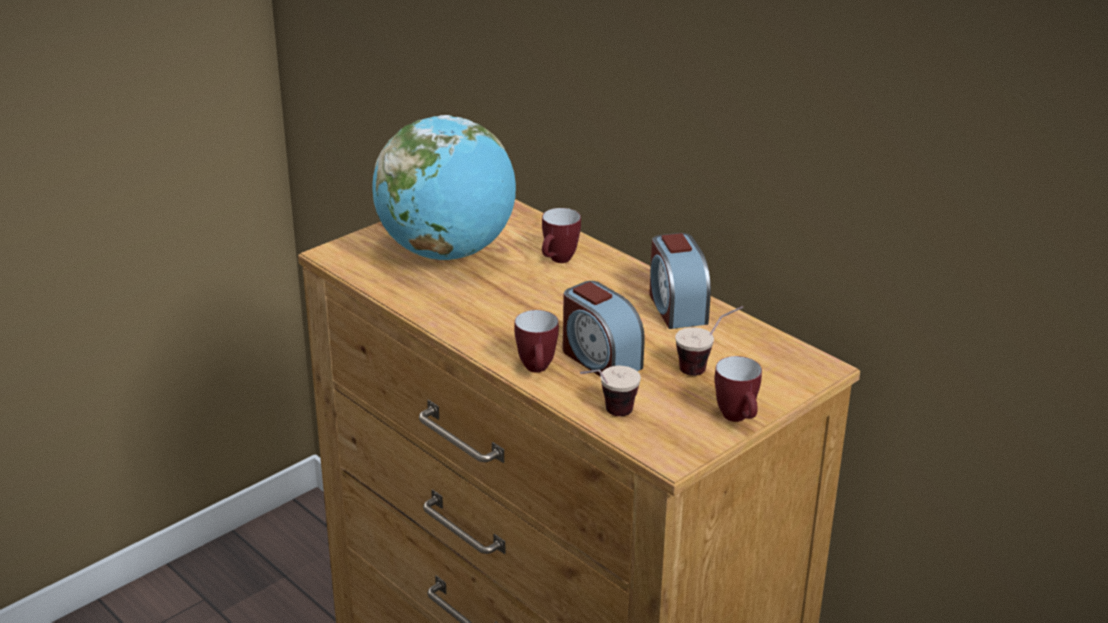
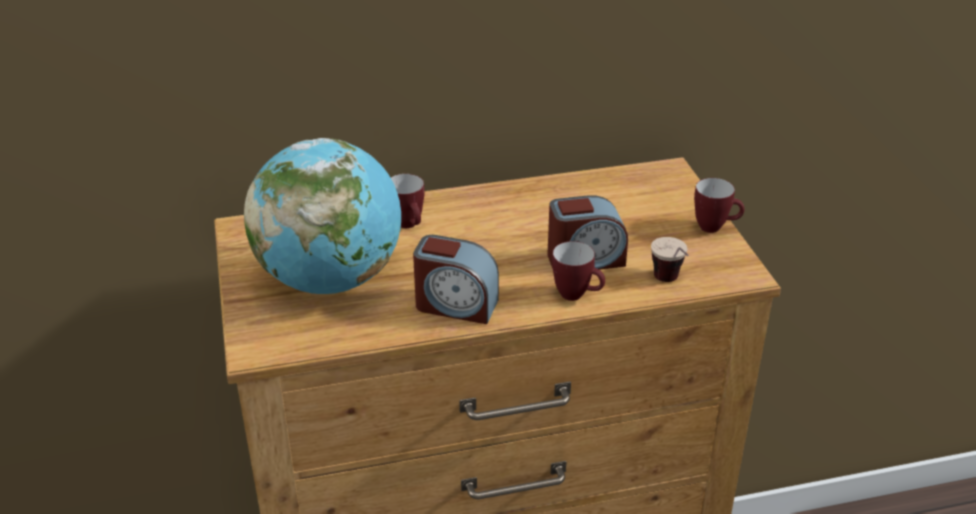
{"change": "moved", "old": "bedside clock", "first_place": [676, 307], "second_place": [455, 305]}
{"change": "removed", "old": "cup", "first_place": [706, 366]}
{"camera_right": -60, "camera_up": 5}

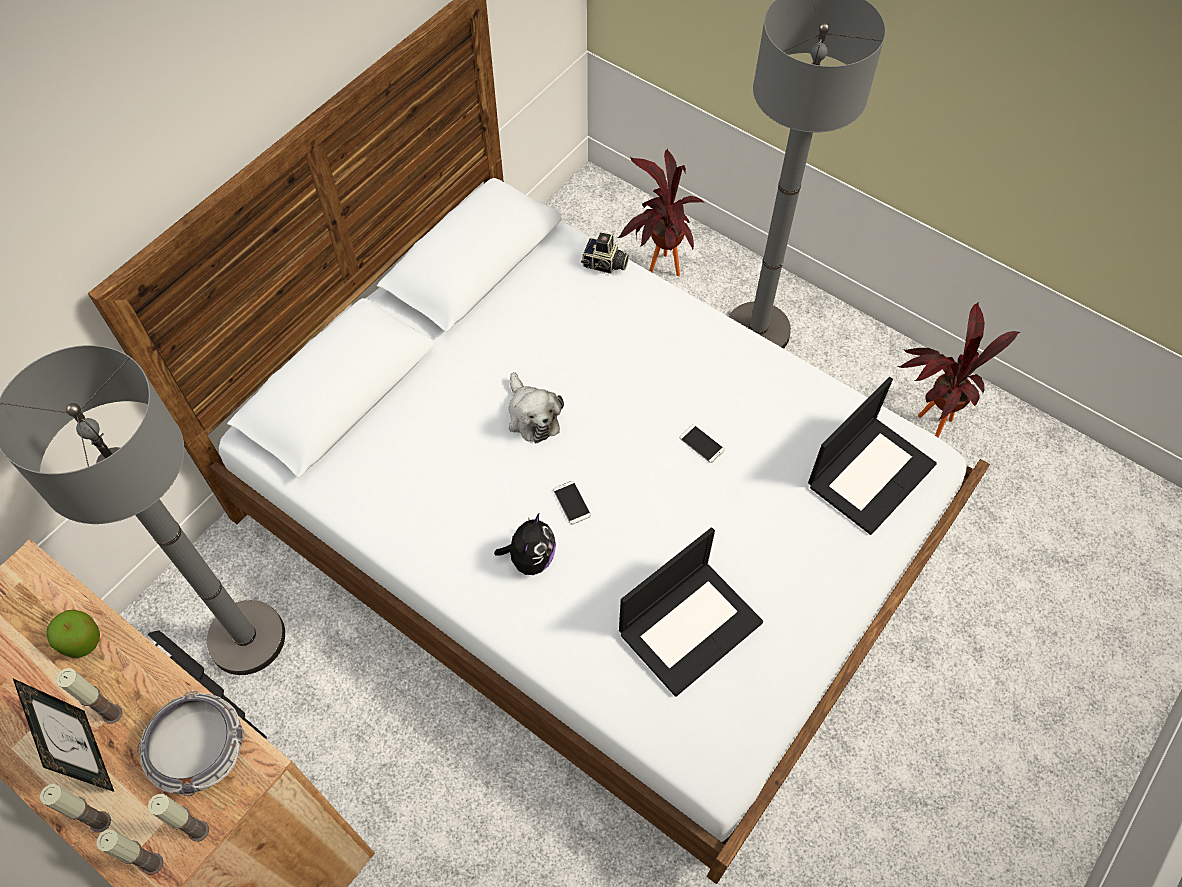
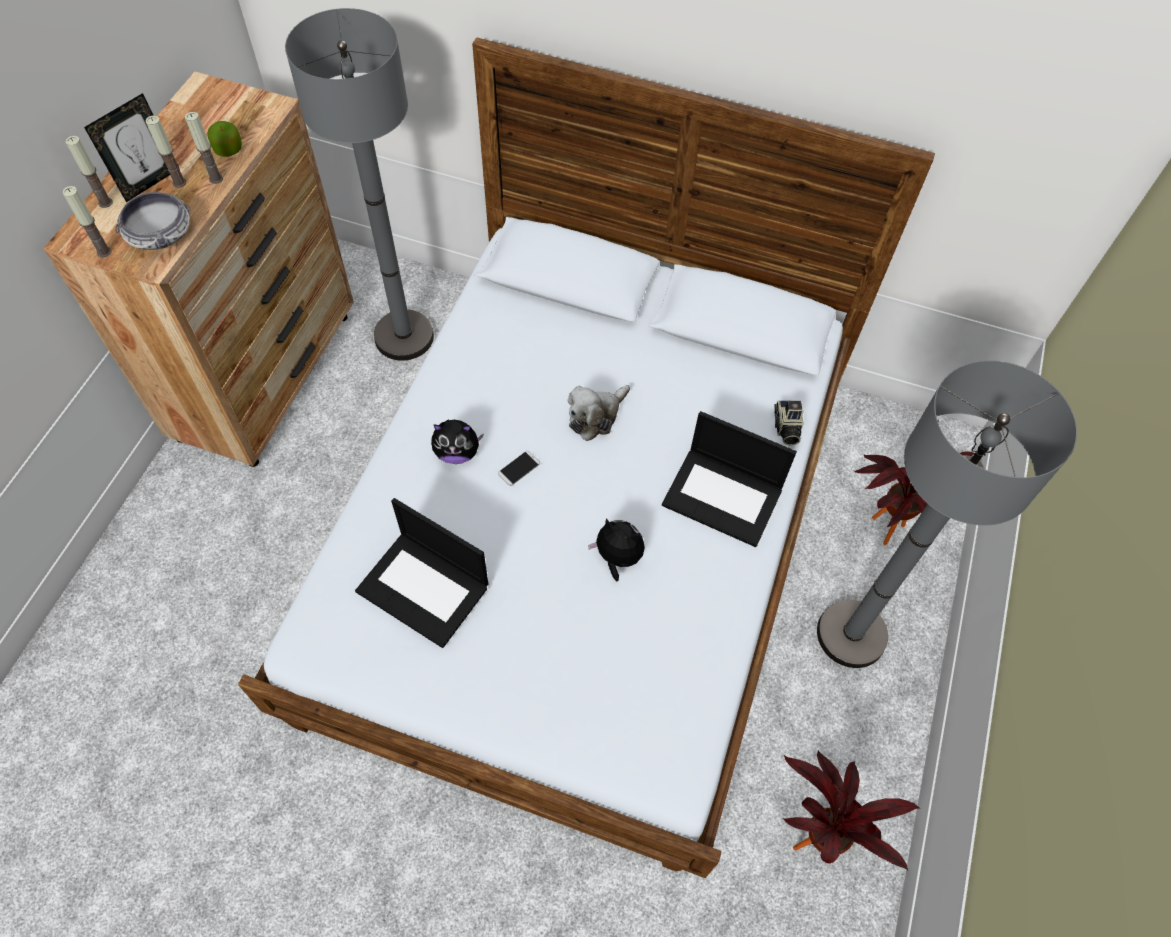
{"change": "moved", "old": "wax candle", "first_place": [152, 863], "second_place": [216, 179]}
{"change": "replaced", "old": "telephone", "new": "plush toy", "first_place": [701, 444], "second_place": [617, 558]}
{"change": "moved", "old": "portable computer", "first_place": [871, 473], "second_place": [724, 496]}
{"camera_right": 70, "camera_up": 0}

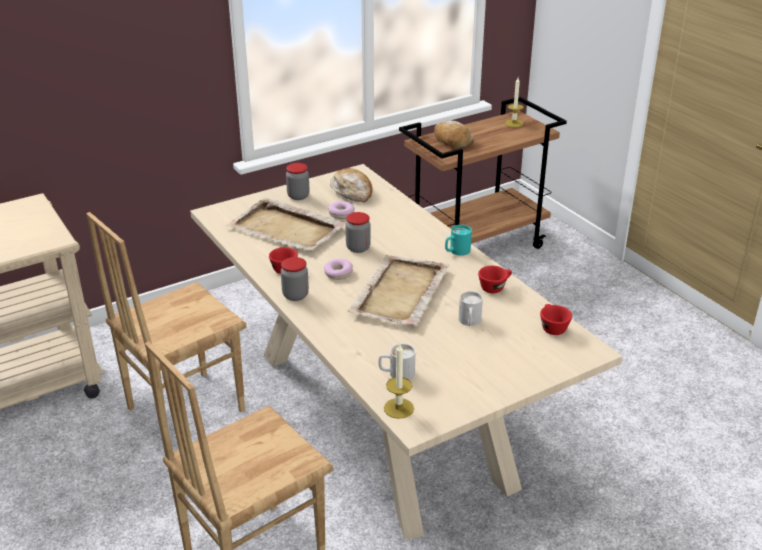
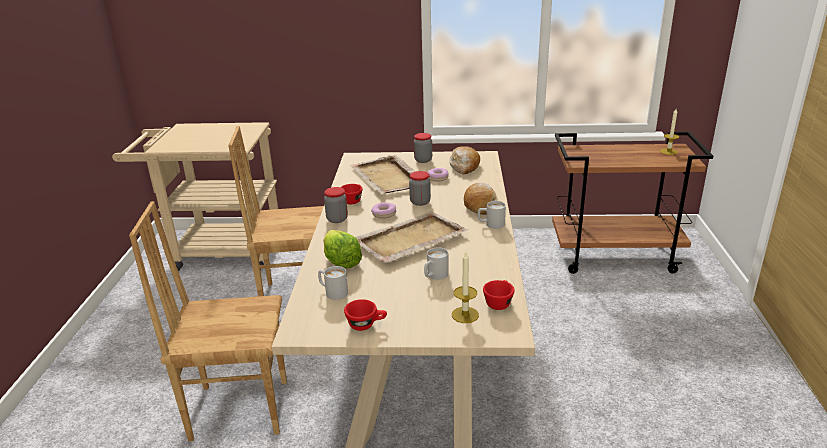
{"change": "added", "new": "lettuce head", "second_place": [341, 261]}
{"change": "moved", "old": "cup (red-coloured)", "first_place": [495, 287], "second_place": [366, 324]}
{"change": "moved", "old": "wax candle", "first_place": [398, 408], "second_place": [465, 315]}
{"change": "moved", "old": "bakery bread", "first_place": [452, 141], "second_place": [480, 205]}
{"change": "recoloured", "old": "tea mug (blue-green)", "new": "tea mug (whitish)", "first_place": [456, 252], "second_place": [491, 224]}
{"camera_right": 35, "camera_up": -5}

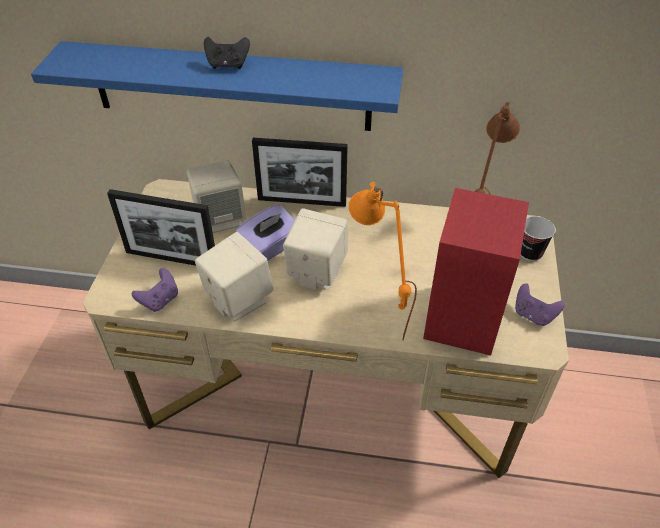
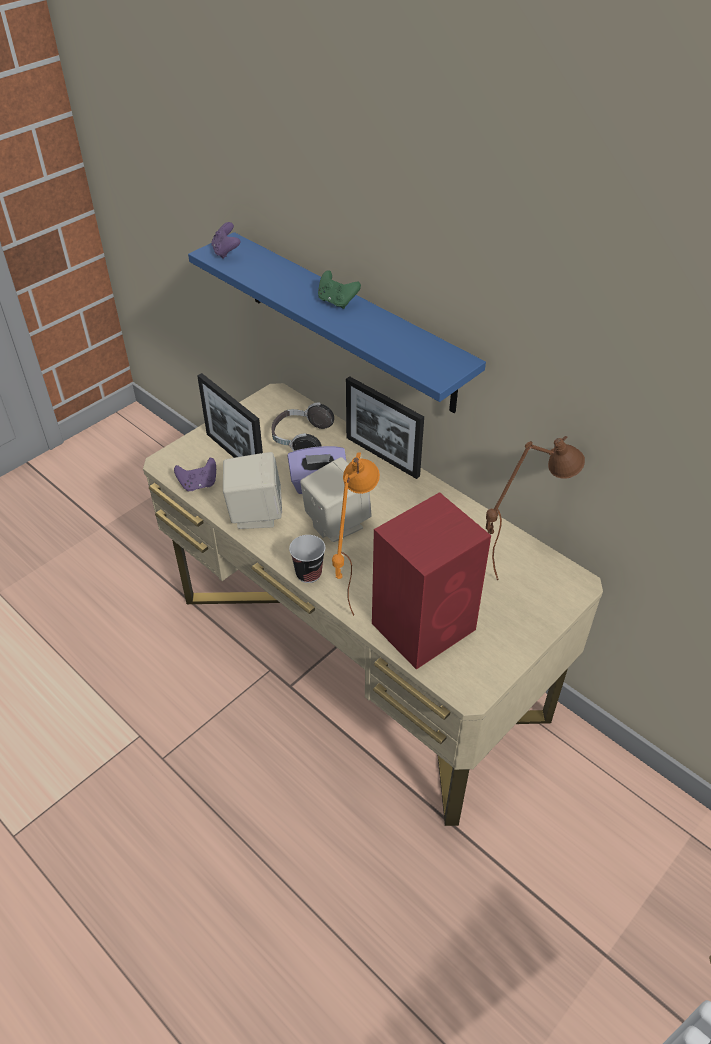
{"change": "moved", "old": "game controller (purplish)", "first_place": [533, 315], "second_place": [226, 252]}
{"change": "replaced", "old": "loudspeaker (beige)", "new": "pair of headphones", "first_place": [220, 219], "second_place": [301, 440]}
{"change": "moved", "old": "cup", "first_place": [530, 253], "second_place": [308, 573]}
{"change": "recoloured", "old": "game controller (black-coloured)", "new": "game controller (green-coloured)", "first_place": [228, 65], "second_place": [337, 302]}
{"camera_right": 35, "camera_up": 0}

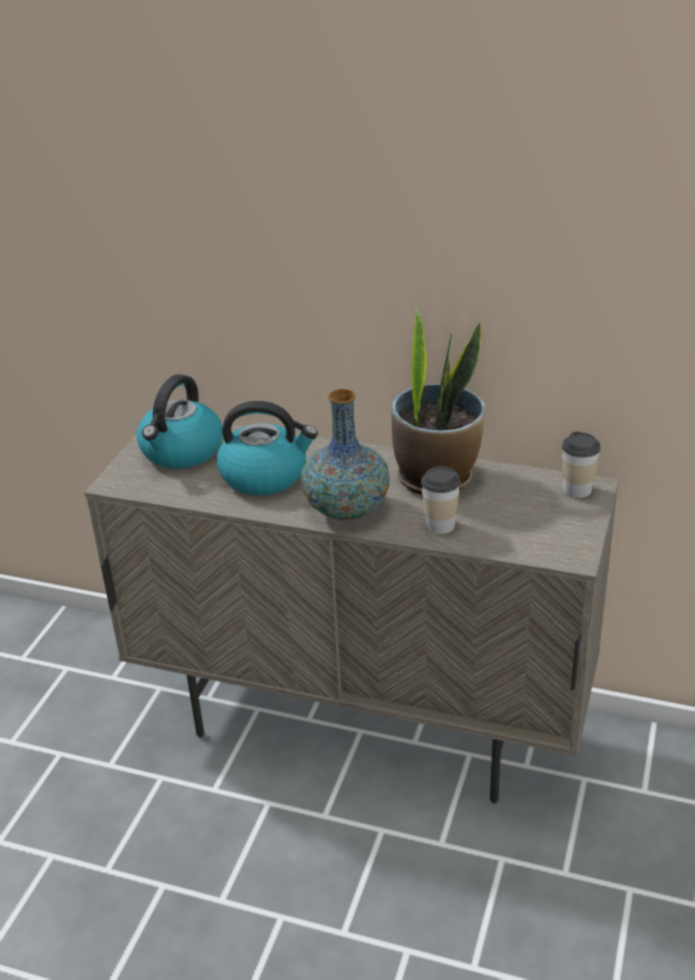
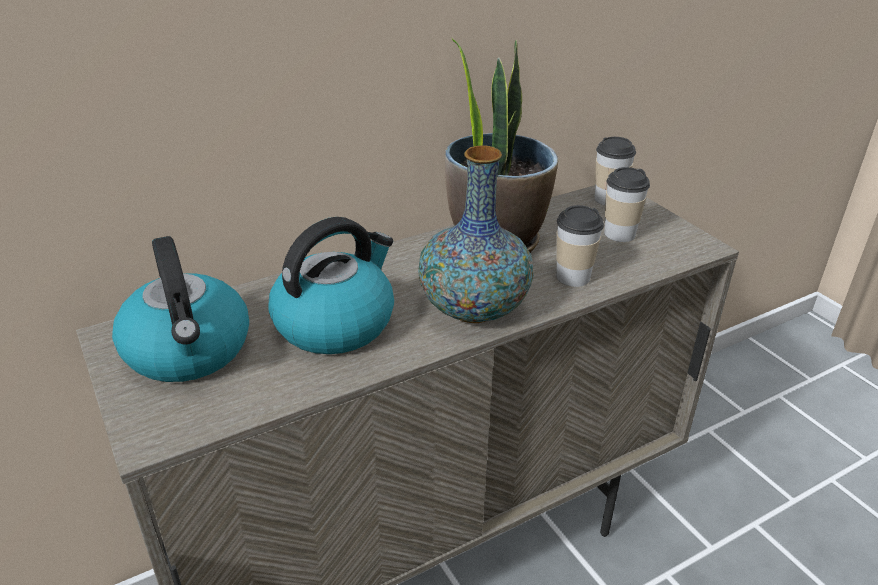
{"change": "added", "new": "cup", "second_place": [619, 234]}
{"camera_right": -50, "camera_up": 0}

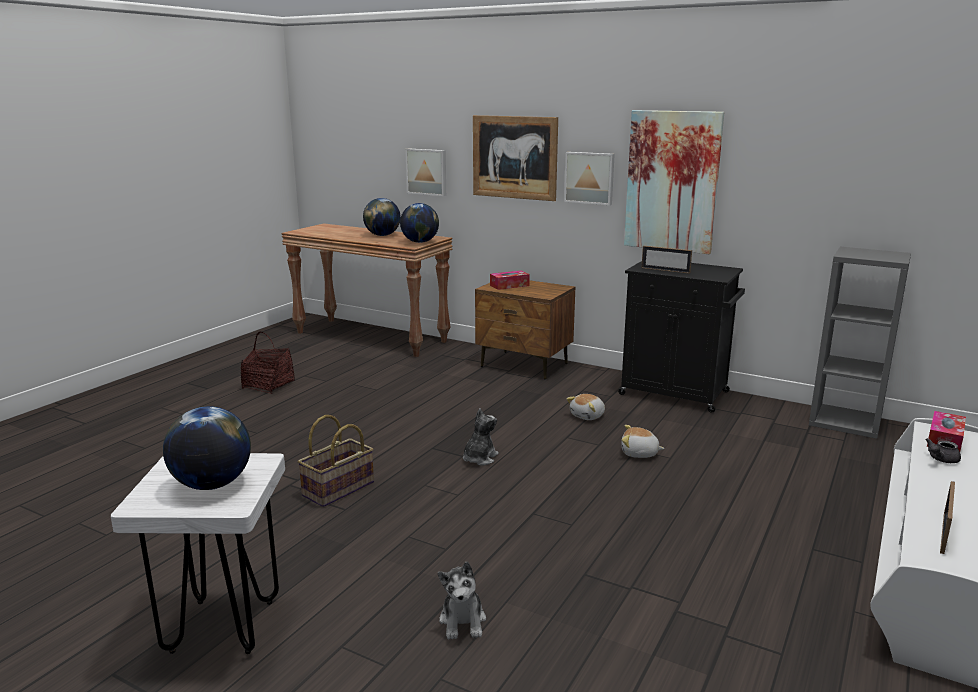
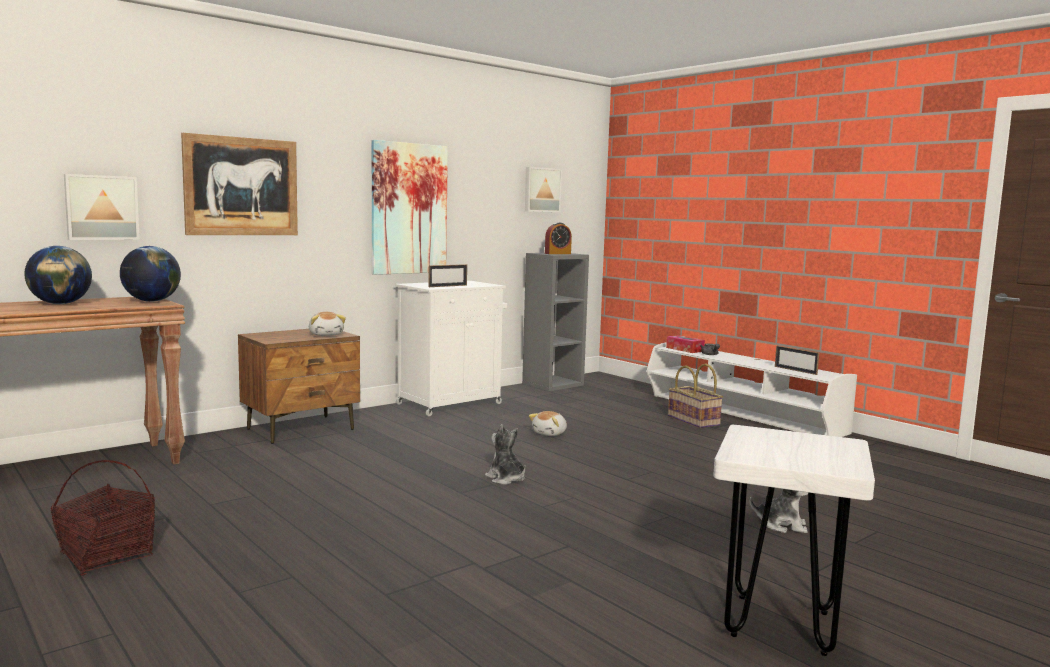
{"change": "moved", "old": "plush toy", "first_place": [588, 416], "second_place": [326, 335]}
{"change": "recoloured", "old": "storage cabinet (black-coloured)", "new": "storage cabinet (whitish)", "first_place": [676, 393], "second_place": [451, 403]}
{"change": "moved", "old": "wall picture", "first_place": [589, 178], "second_place": [541, 190]}
{"change": "added", "new": "bedside clock", "second_place": [557, 253]}
{"change": "moved", "old": "household basket", "first_place": [339, 489], "second_place": [694, 421]}
{"change": "removed", "old": "globe", "first_place": [212, 484]}
{"change": "removed", "old": "tissue box", "first_place": [509, 285]}
{"camera_right": -70, "camera_up": -10}

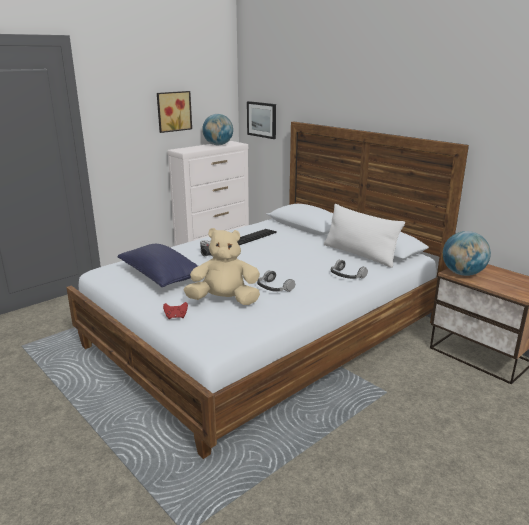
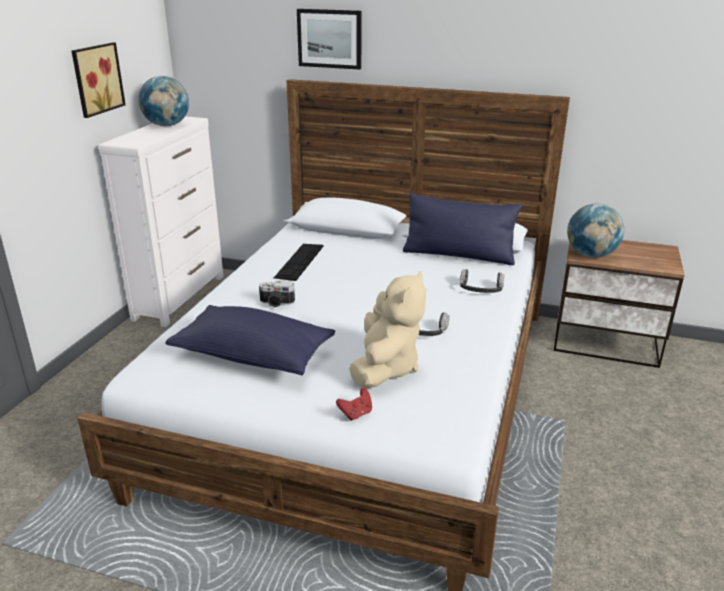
{"change": "moved", "old": "wall picture", "first_place": [262, 119], "second_place": [330, 38]}
{"change": "turned", "old": "plush toy (beige)", "first_place": [224, 300], "second_place": [385, 368], "degrees": 135}
{"change": "recoloured", "old": "cushion (whitish)", "new": "cushion (blue-coloured)", "first_place": [359, 254], "second_place": [458, 255]}
{"camera_right": -30, "camera_up": 5}

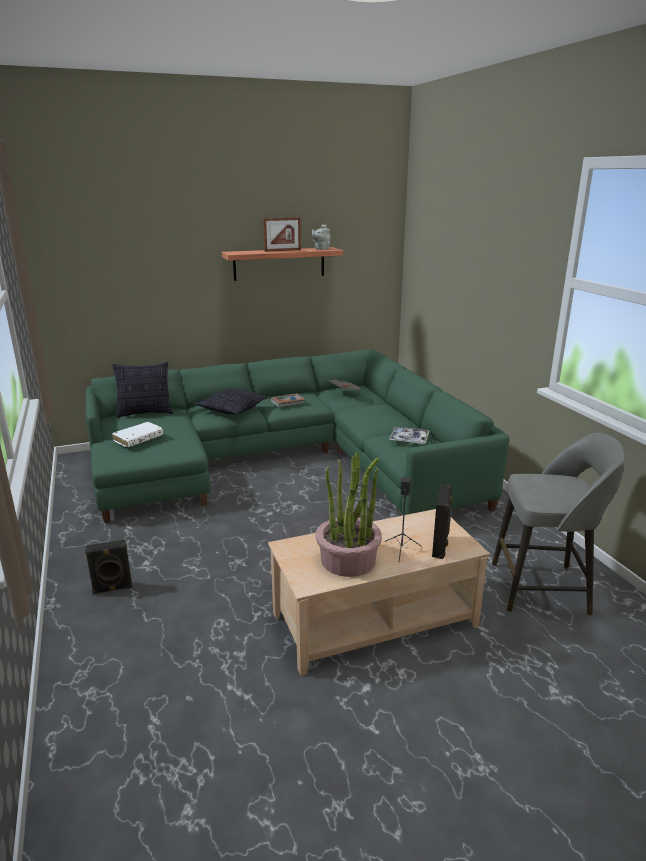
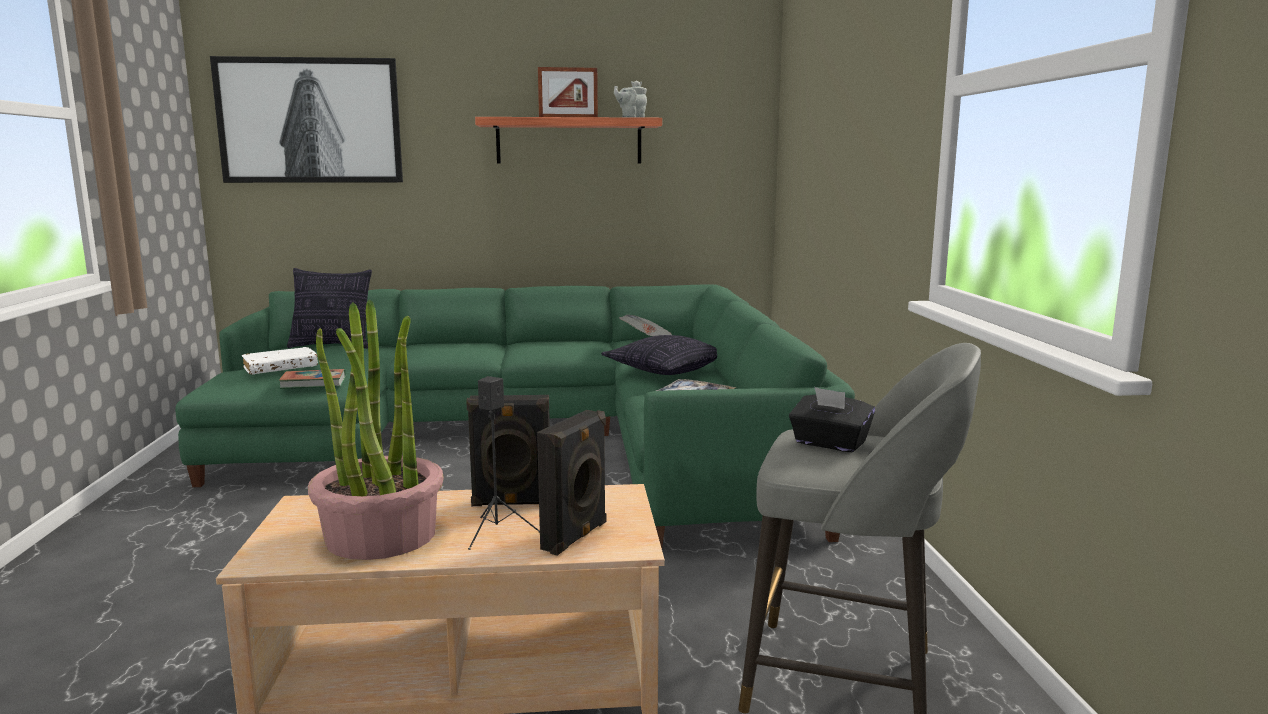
{"change": "added", "new": "wall picture", "second_place": [309, 121]}
{"change": "moved", "old": "book", "first_place": [287, 403], "second_place": [313, 383]}
{"change": "moved", "old": "loudspeaker (black-coloured)", "first_place": [112, 589], "second_place": [511, 503]}
{"change": "moved", "old": "cushion", "first_place": [232, 410], "second_place": [666, 370]}
{"change": "added", "new": "tissue box (black-coloured)", "second_place": [829, 443]}
{"camera_right": 15, "camera_up": -10}

